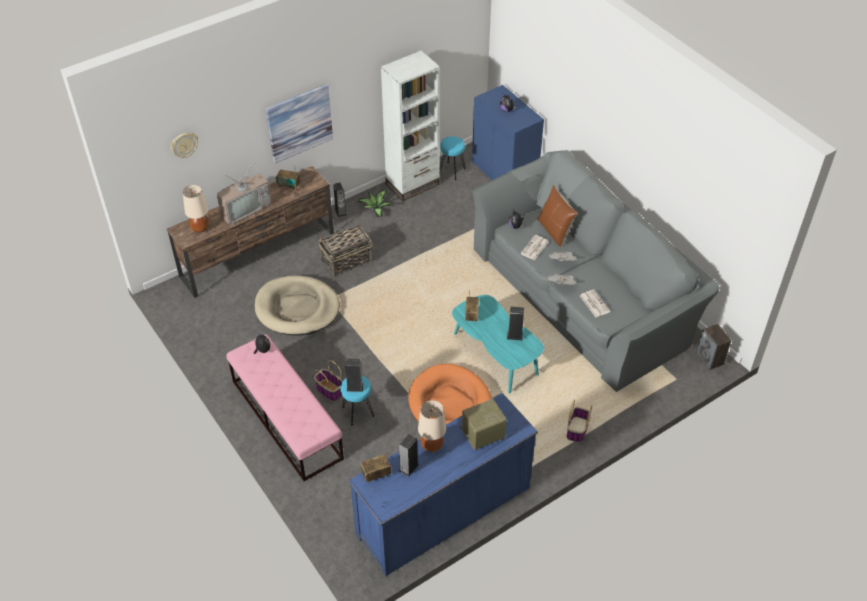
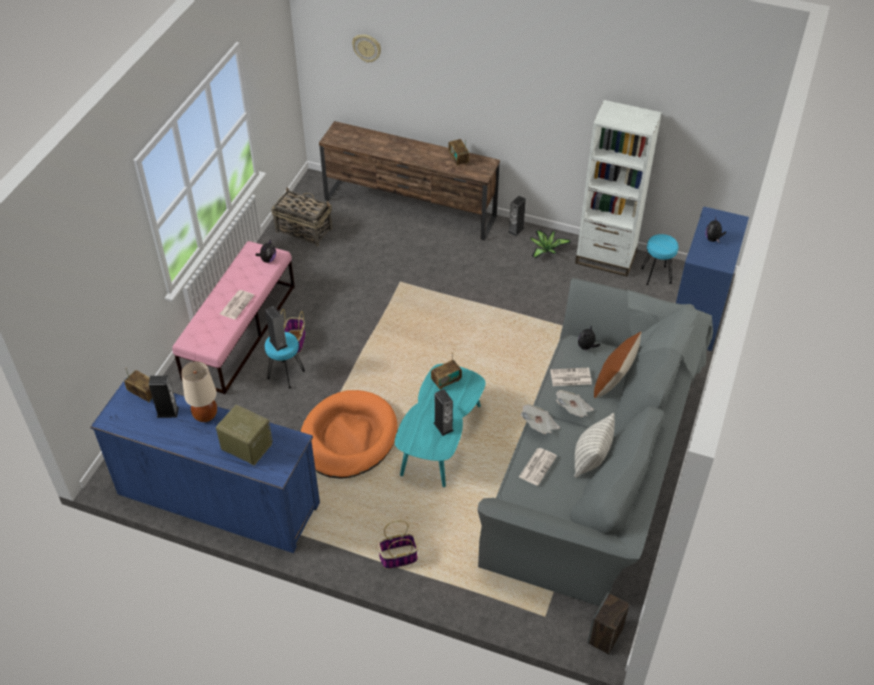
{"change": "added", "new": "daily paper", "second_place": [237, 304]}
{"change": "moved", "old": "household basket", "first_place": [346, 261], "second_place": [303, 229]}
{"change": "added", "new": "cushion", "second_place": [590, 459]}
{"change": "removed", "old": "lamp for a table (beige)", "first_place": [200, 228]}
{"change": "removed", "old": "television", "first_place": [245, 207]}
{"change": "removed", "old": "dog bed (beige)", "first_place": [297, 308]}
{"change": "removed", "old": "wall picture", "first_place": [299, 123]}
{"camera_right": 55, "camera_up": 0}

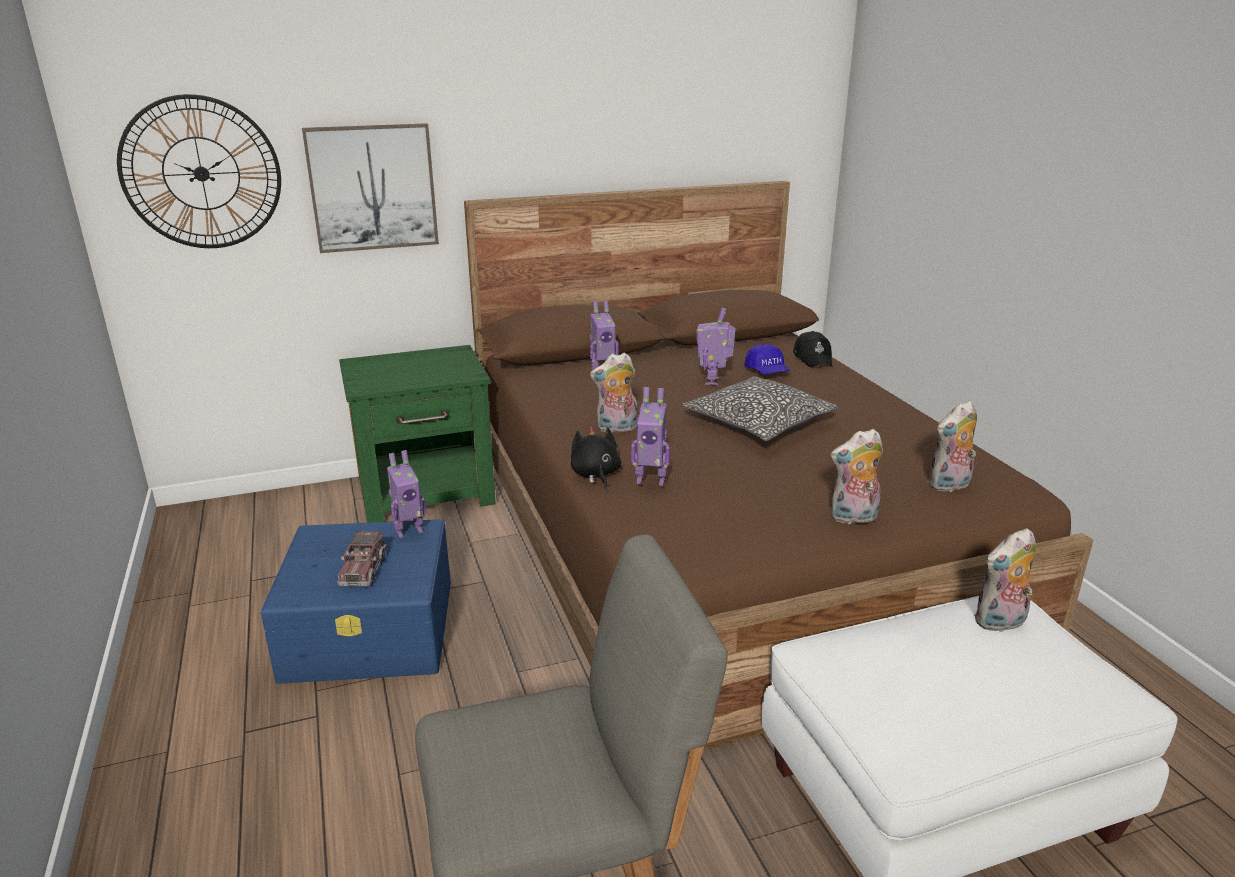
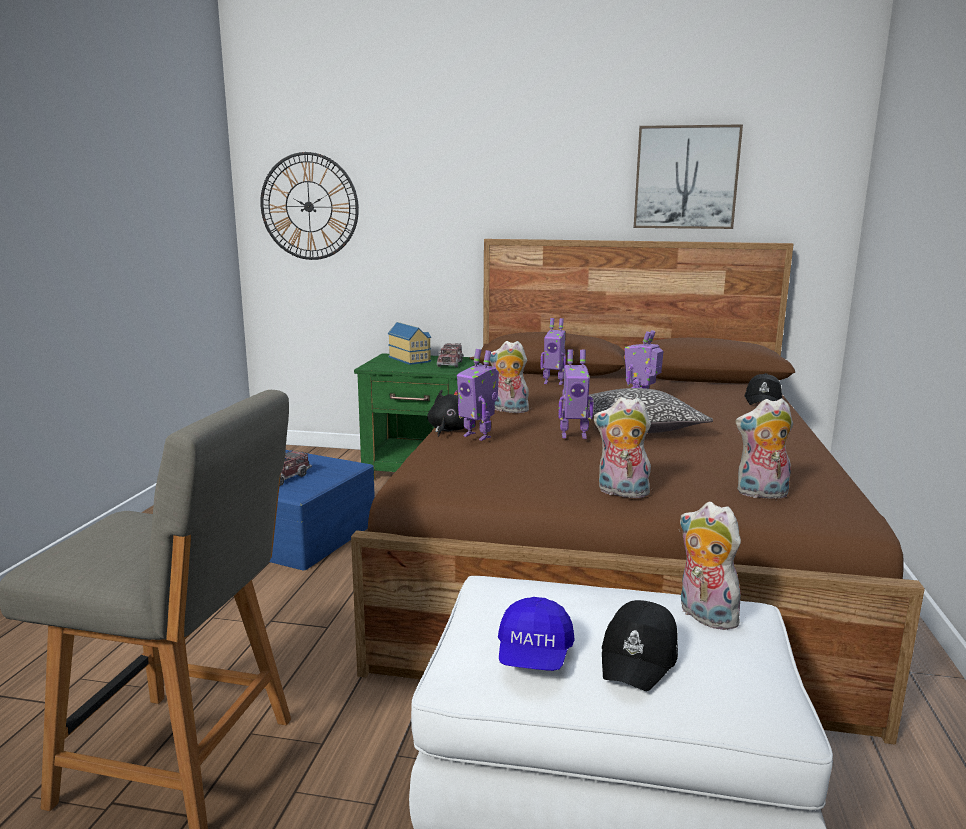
{"change": "added", "new": "miniature house", "second_place": [410, 359]}
{"change": "added", "new": "model truck", "second_place": [450, 363]}
{"change": "moved", "old": "peaked cap (blue-coloured)", "first_place": [767, 372], "second_place": [534, 656]}
{"change": "moved", "old": "robot figure", "first_place": [408, 531], "second_place": [573, 435]}
{"change": "added", "new": "peaked cap (black-coloured)", "second_place": [640, 657]}
{"change": "moved", "old": "wall picture", "first_place": [372, 187], "second_place": [686, 178]}
{"change": "turned", "old": "plush toy", "first_place": [1000, 623], "second_place": [703, 616], "degrees": 45}
{"camera_right": 30, "camera_up": -10}

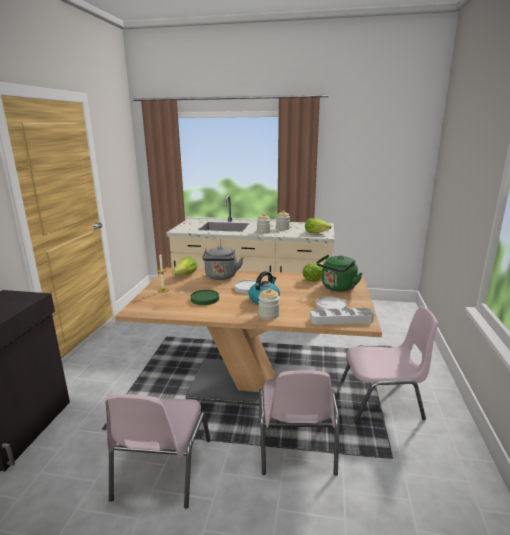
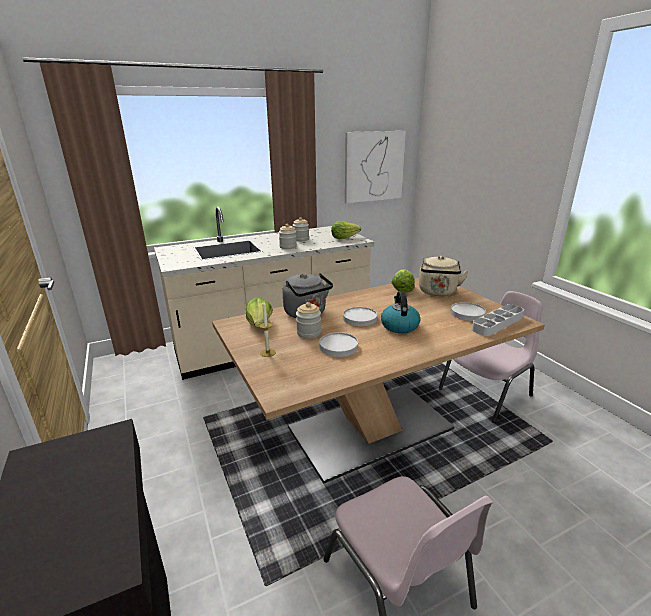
{"change": "moved", "old": "preserve jar", "first_place": [268, 314], "second_place": [309, 333]}
{"change": "recoloured", "old": "plate (green-coloured)", "new": "plate (whitish)", "first_place": [204, 299], "second_place": [338, 346]}
{"change": "added", "new": "wall picture", "second_place": [374, 166]}
{"change": "recoloured", "old": "tea kettle (green-coloured)", "new": "tea kettle (beige)", "first_place": [337, 288], "second_place": [437, 292]}
{"change": "removed", "old": "plain chair (pink-coloured)", "first_place": [296, 445]}
{"camera_right": -35, "camera_up": 5}

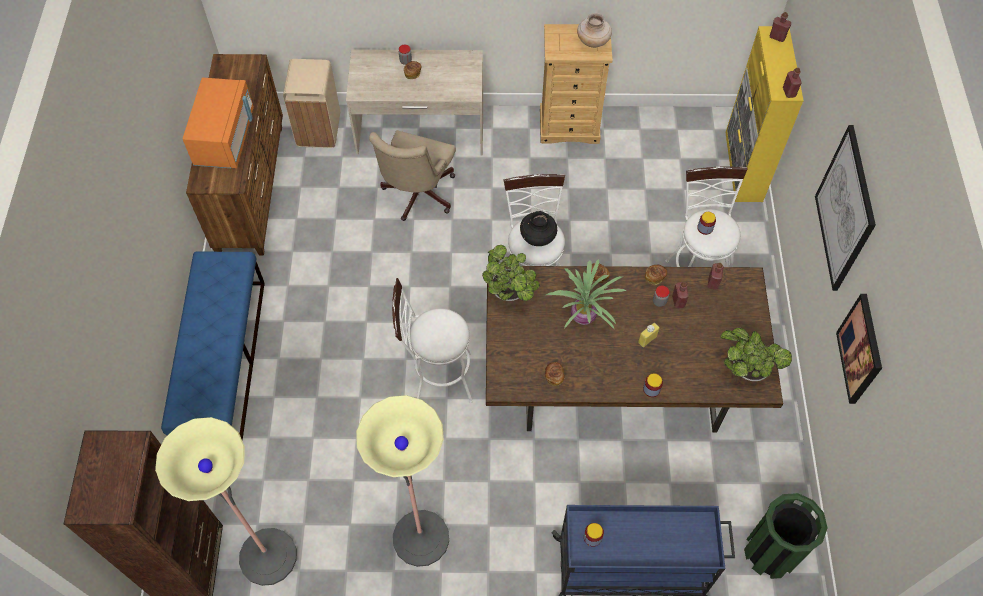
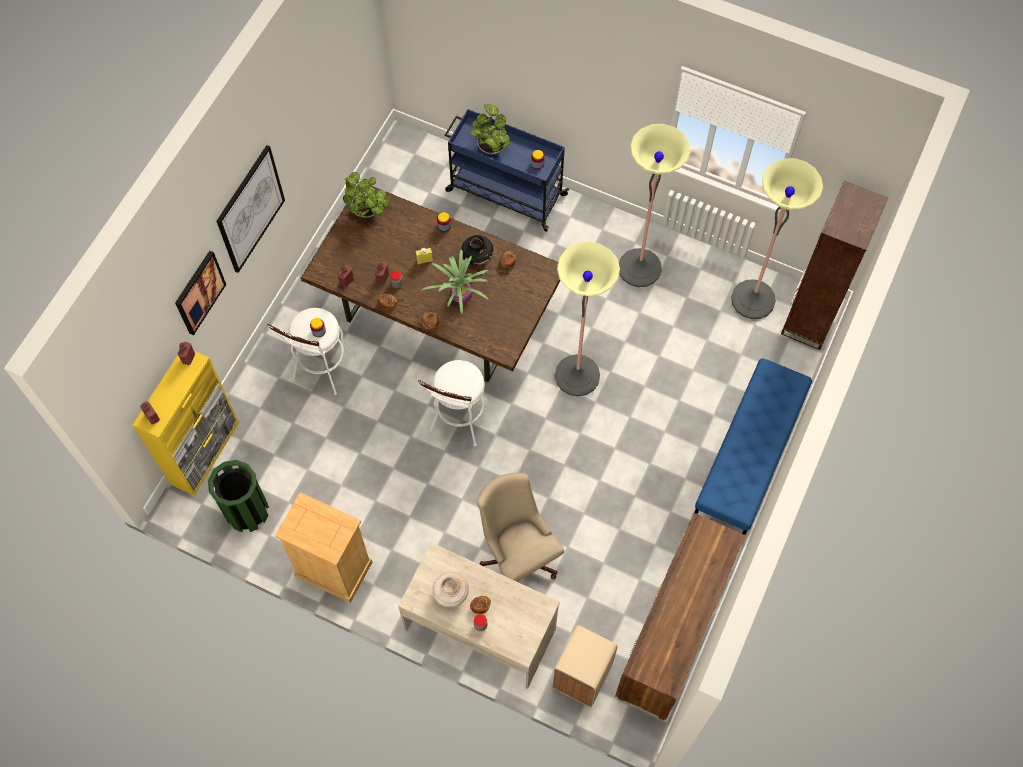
{"change": "moved", "old": "wall picture", "first_place": [860, 349], "second_place": [199, 292]}
{"change": "moved", "old": "waste bin (green-coloured)", "first_place": [770, 552], "second_place": [247, 511]}
{"change": "moved", "old": "flower vase (beige)", "first_place": [593, 42], "second_place": [450, 594]}
{"change": "moved", "old": "flower vase (black-coloured)", "first_place": [538, 237], "second_place": [477, 256]}
{"change": "moved", "old": "potted plant", "first_place": [510, 294], "second_place": [491, 146]}
{"change": "turned", "old": "desk chair (beige)", "first_place": [417, 196], "second_place": [517, 554], "degrees": -75}
{"change": "replaced", "old": "sitting stool (whitish)", "new": "standing lamp", "first_place": [436, 378], "second_place": [577, 375]}
{"change": "removed", "old": "microwave oven (orangey)", "first_place": [225, 138]}
{"camera_right": -155, "camera_up": 5}

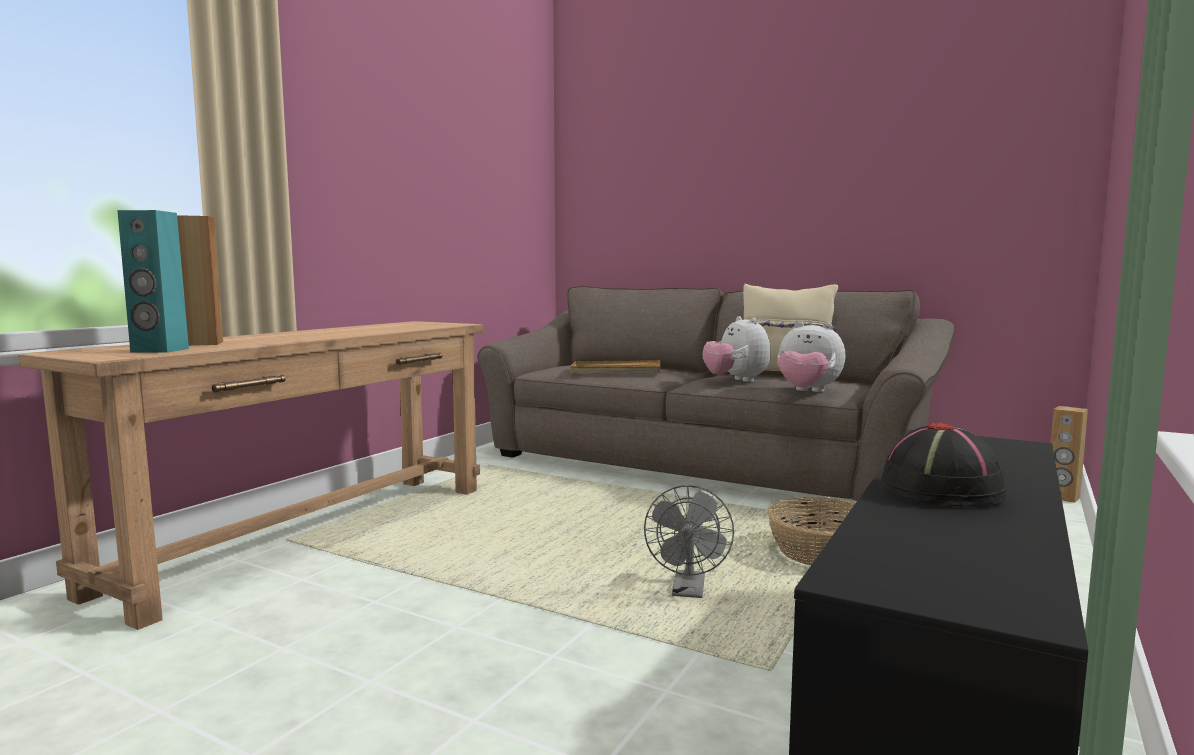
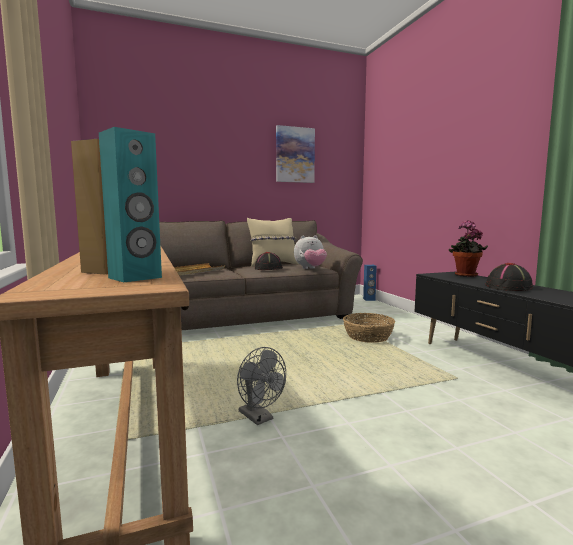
{"change": "moved", "old": "fan (grey)", "first_place": [688, 592], "second_place": [259, 418]}
{"change": "replaced", "old": "plush toy", "new": "hat (black-coloured)", "first_place": [736, 381], "second_place": [268, 268]}
{"change": "added", "new": "wall picture", "second_place": [295, 155]}
{"change": "recoloured", "old": "loudspeaker (brownish)", "new": "loudspeaker (blue-coloured)", "first_place": [1062, 497], "second_place": [369, 299]}
{"change": "added", "new": "potted plant", "second_place": [465, 275]}
{"camera_right": -50, "camera_up": 0}

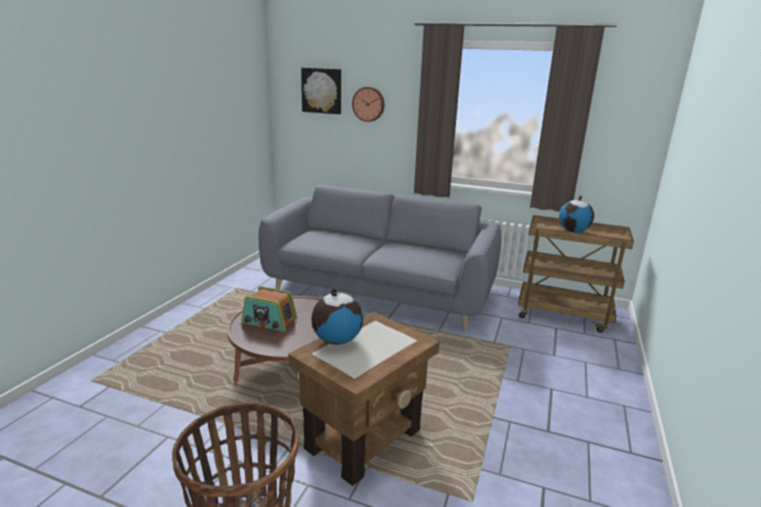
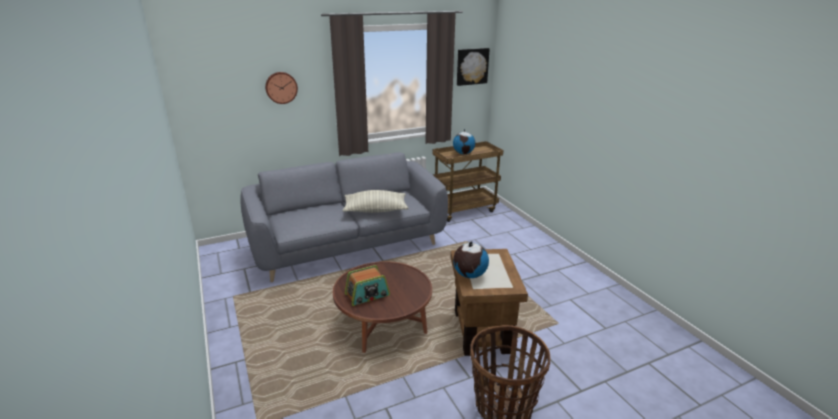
{"change": "added", "new": "cushion", "second_place": [375, 210]}
{"change": "moved", "old": "wall picture", "first_place": [322, 90], "second_place": [472, 66]}
{"camera_right": -45, "camera_up": 5}

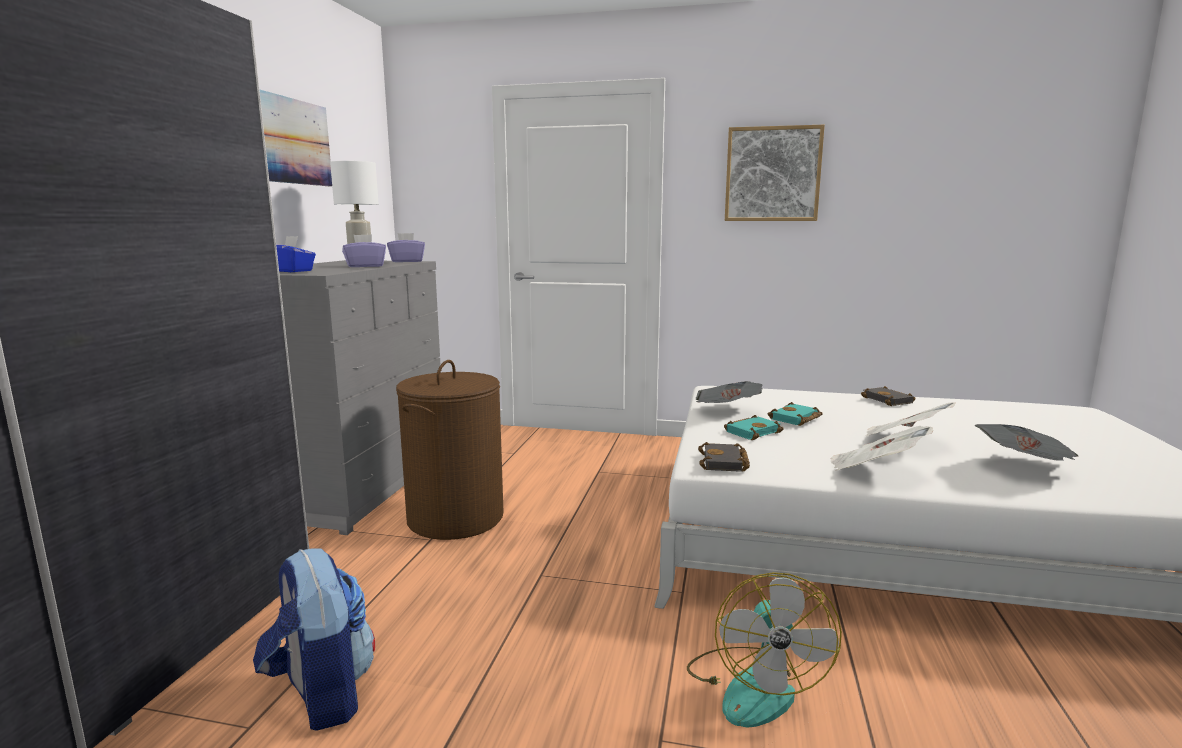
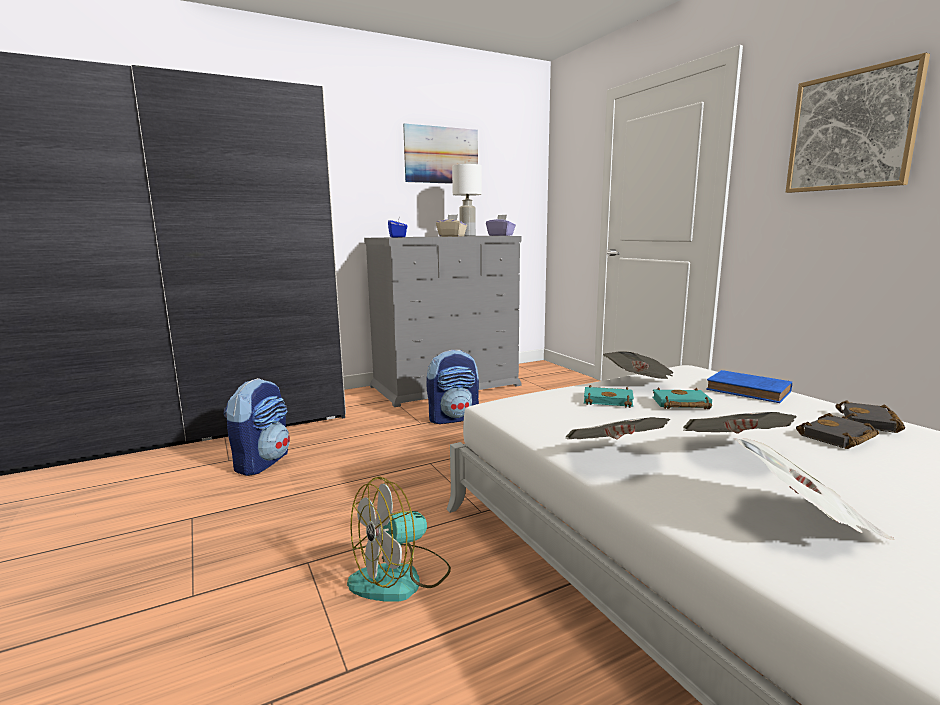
{"change": "replaced", "old": "washing basket (brownish)", "new": "backpack", "first_place": [455, 518], "second_place": [454, 418]}
{"change": "recoloured", "old": "tissue box (purplish)", "new": "tissue box (beige)", "first_place": [365, 266], "second_place": [451, 236]}
{"change": "added", "new": "book (blue-coloured)", "second_place": [750, 391]}
{"change": "moved", "old": "book (black-coloured)", "first_place": [725, 463], "second_place": [837, 438]}
{"camera_right": 50, "camera_up": 0}

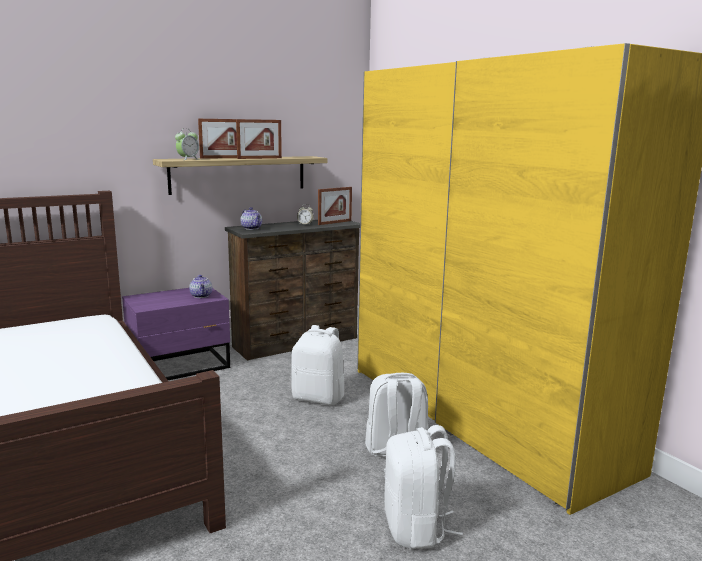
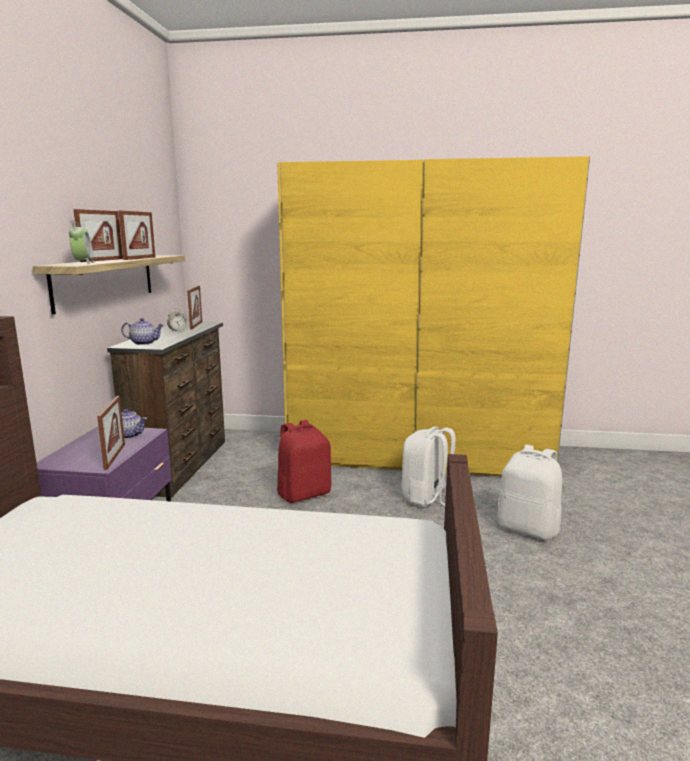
{"change": "added", "new": "picture frame", "second_place": [115, 456]}
{"change": "recoloured", "old": "backpack (whitish)", "new": "backpack (red-coloured)", "first_place": [318, 398], "second_place": [304, 494]}
{"camera_right": -50, "camera_up": 0}

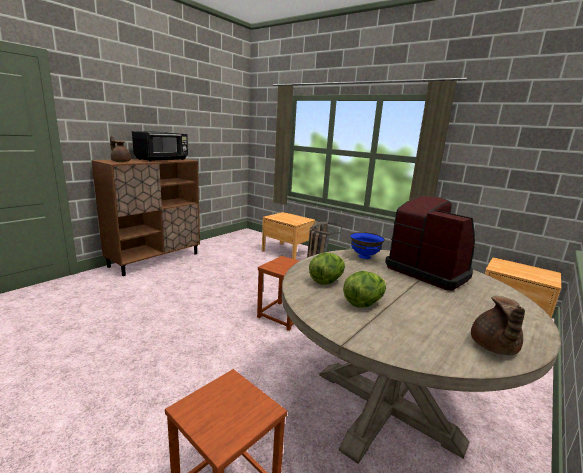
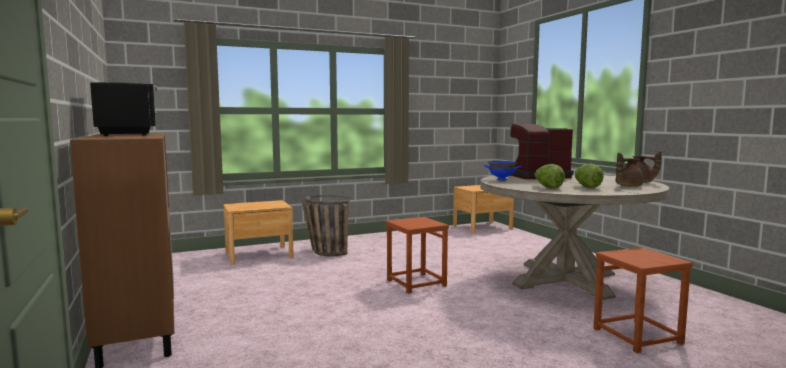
{"change": "moved", "old": "teapot (brownish)", "first_place": [120, 161], "second_place": [627, 186]}
{"camera_right": -60, "camera_up": -10}

